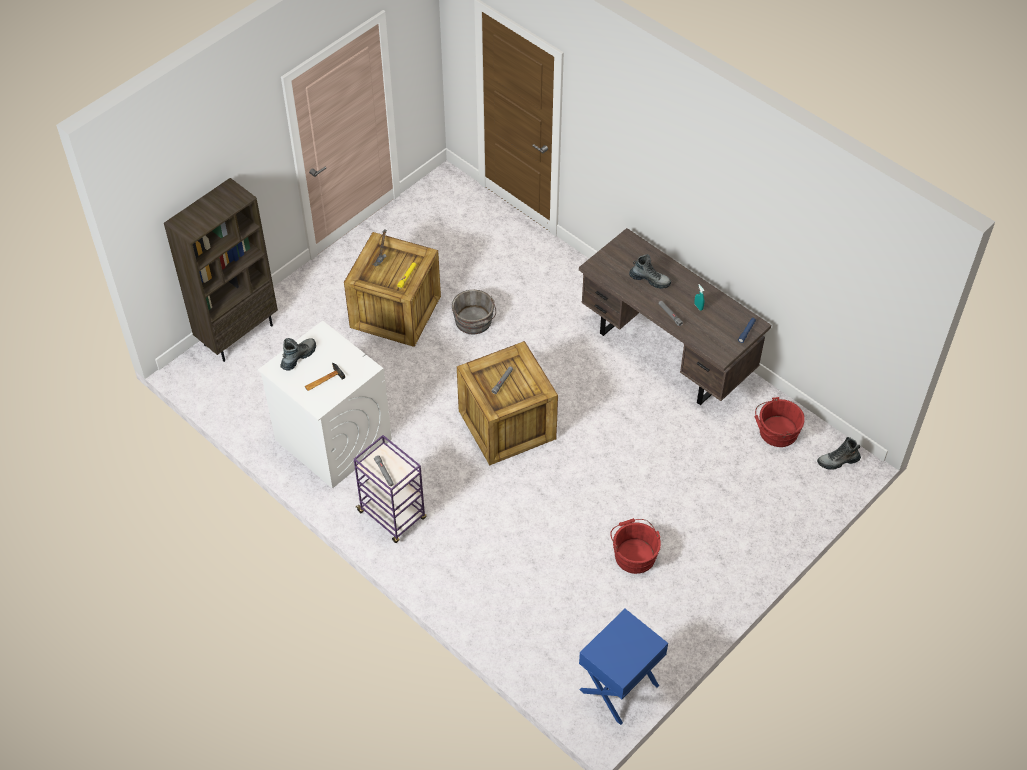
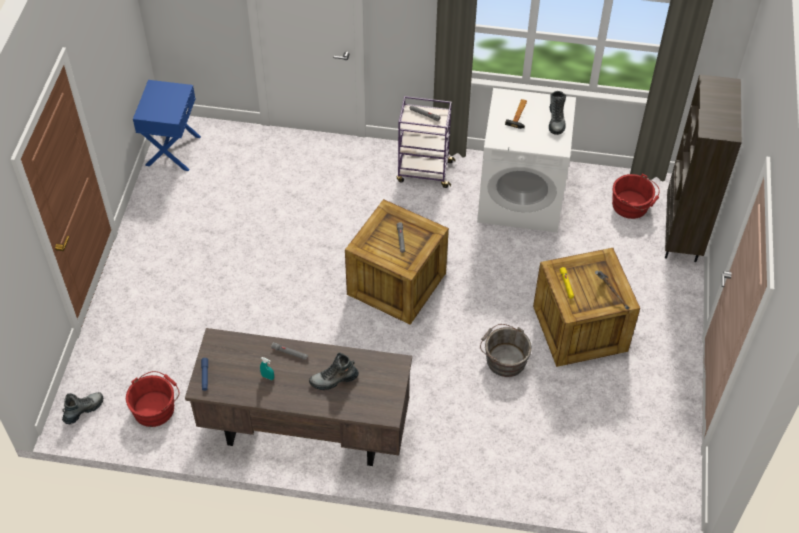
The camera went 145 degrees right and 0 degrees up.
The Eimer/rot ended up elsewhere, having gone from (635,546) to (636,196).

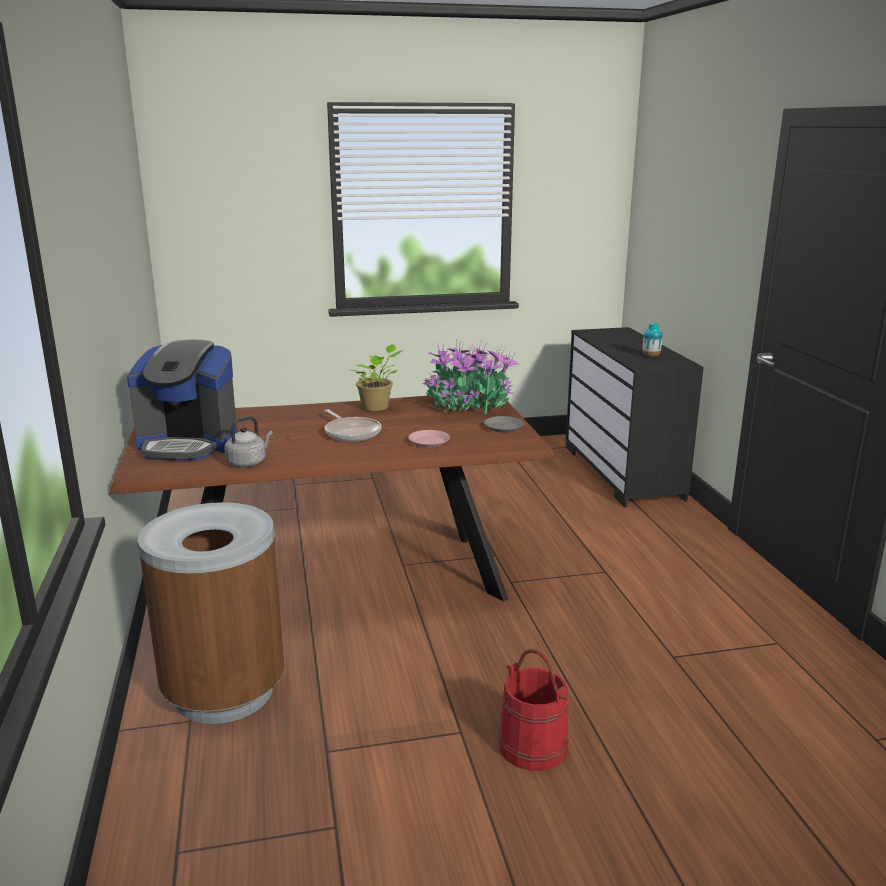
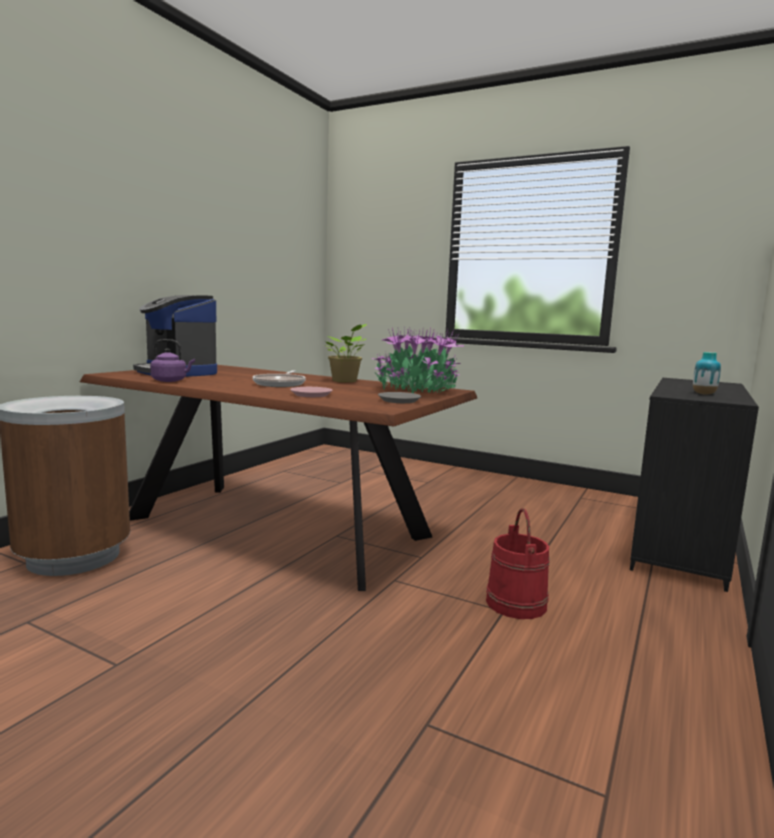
The camera went 40 degrees right and 10 degrees down.
What was the Wasserkessel/grau at (248,441) turned into the Wasserkessel/lila at (172,360).
The Eimer/rot ended up elsewhere, having gone from (534,710) to (518,563).

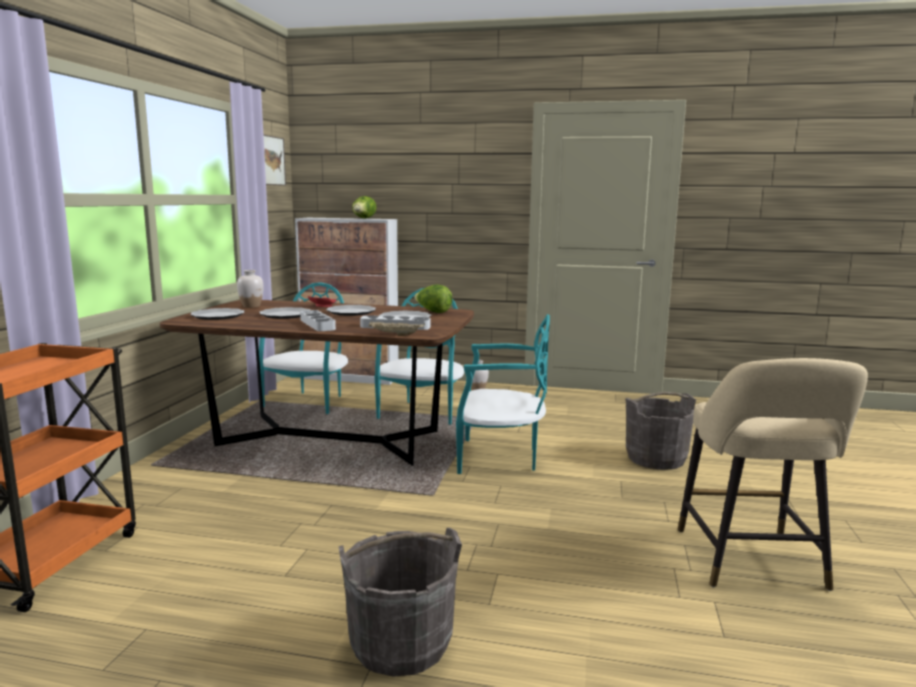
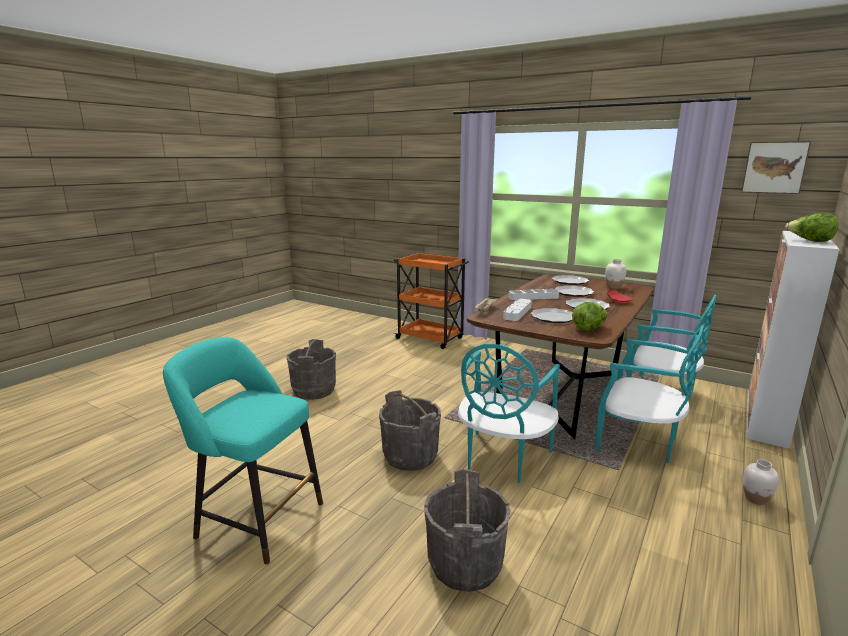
The camera went 110 degrees right and 5 degrees up.
What was the Hocker/beige at (773,474) turned into the Hocker/türkis at (243,451).
The second view gained the Eimer/grau at (410,430).

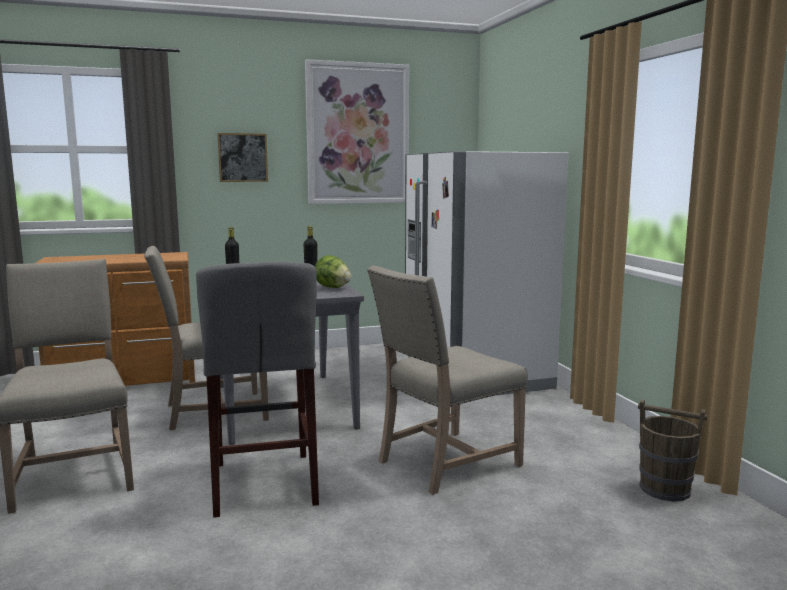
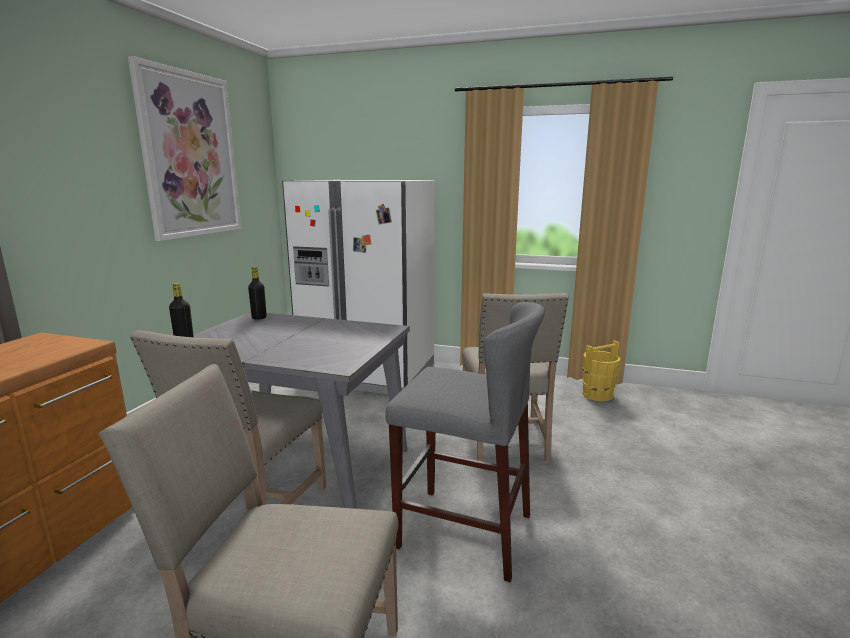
The camera went 55 degrees left and 5 degrees up.
The second view lost the Bild at (242,157).
The second view lost the Salatkopf at (333,271).
What was the Eimer/braun at (672,450) turned into the Eimer/gelb at (601,370).

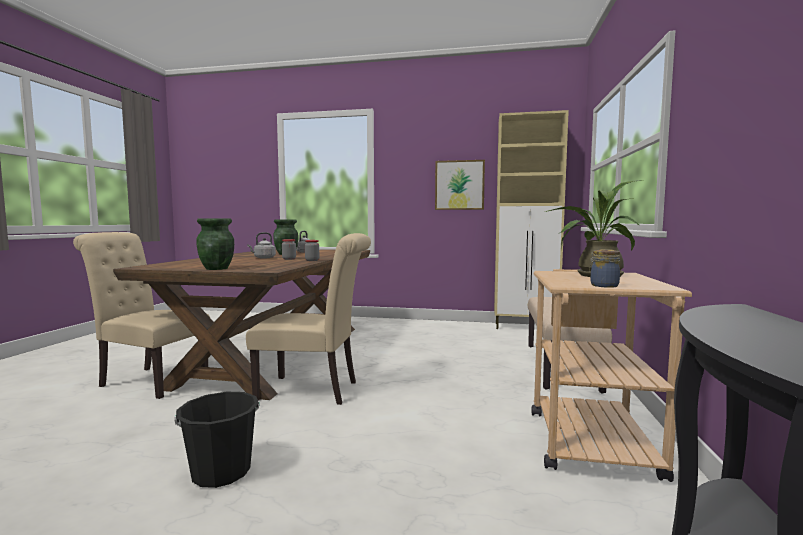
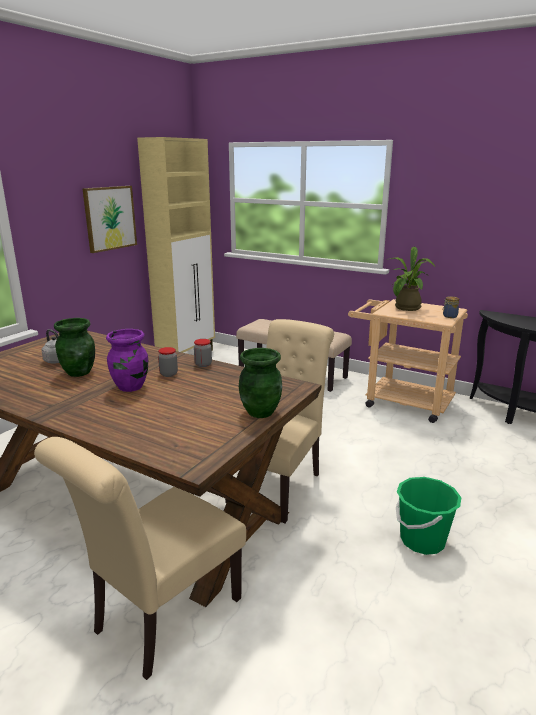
The camera went 70 degrees left and 15 degrees up.
What was the Eimer/schwarz at (217,440) turned into the Eimer/grün at (428,516).
Where the Wasserkessel/grau stood at (261,245), the Vase/lila came to stand at (127,360).

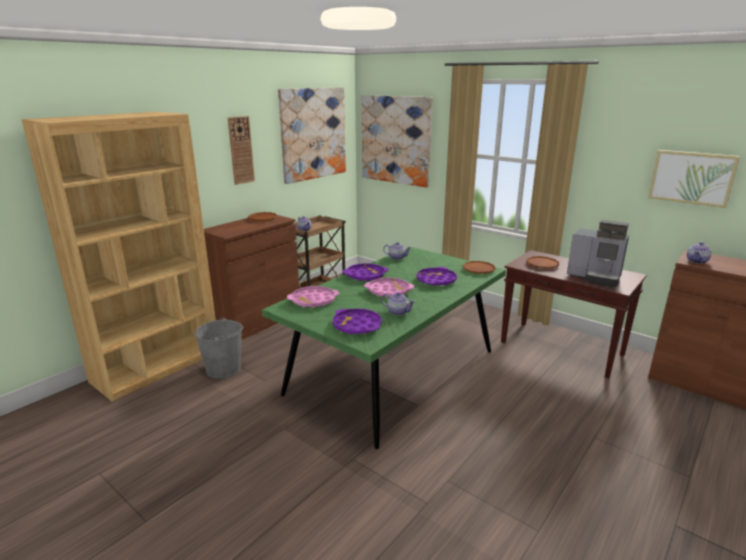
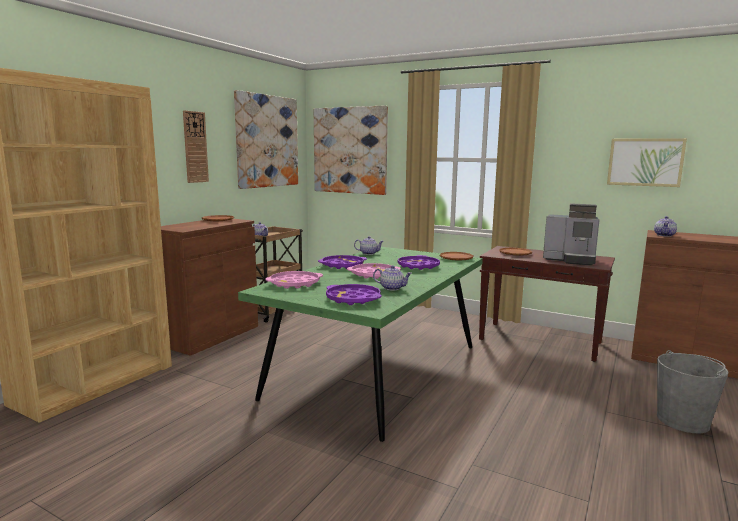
The camera went 10 degrees left and 10 degrees down.
The Eimer/grau ended up elsewhere, having gone from (219,348) to (693,391).

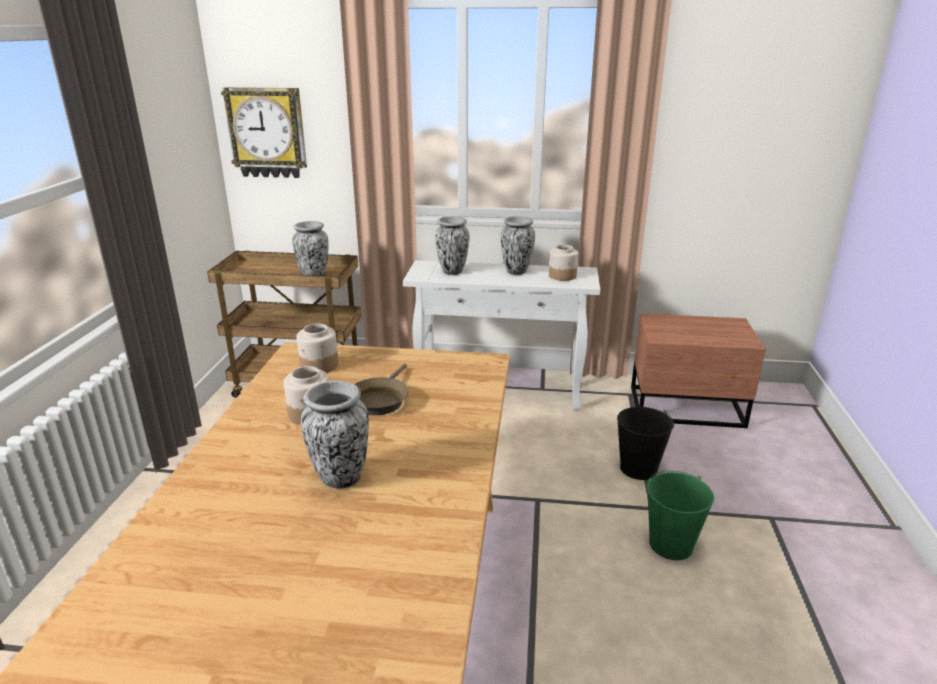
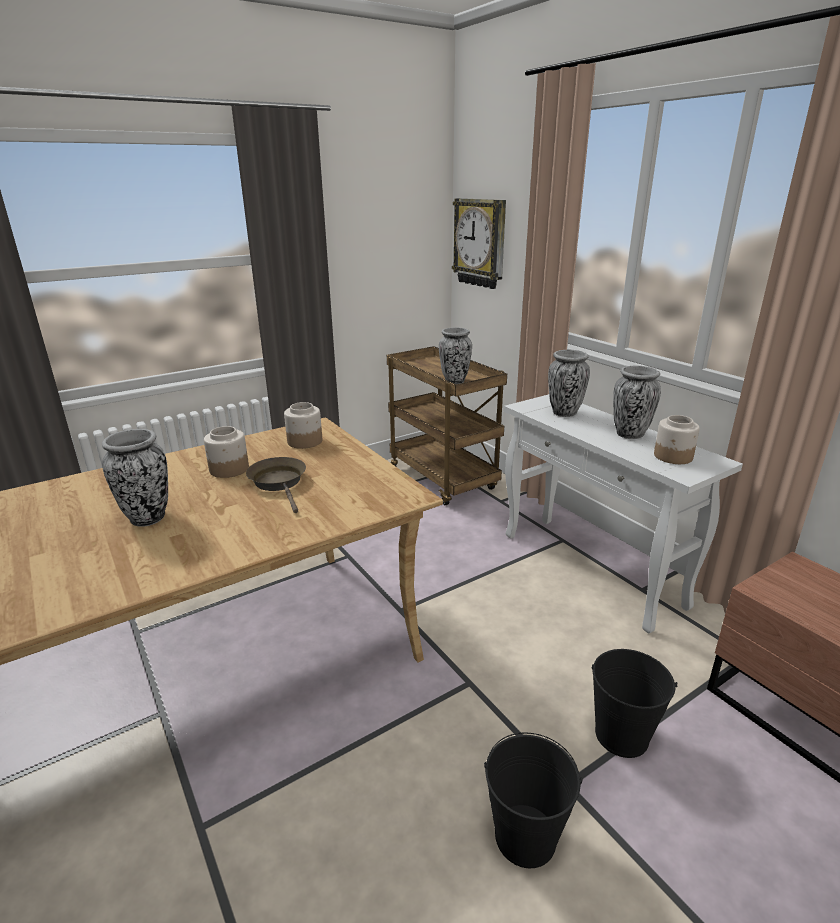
The camera went 50 degrees right and 0 degrees up.
The Pfanne/braun at (382,389) ended up facing another way, 90 degrees clockwise from before.
What was the Eimer/grün at (680,515) turned into the Eimer/schwarz at (533,800).

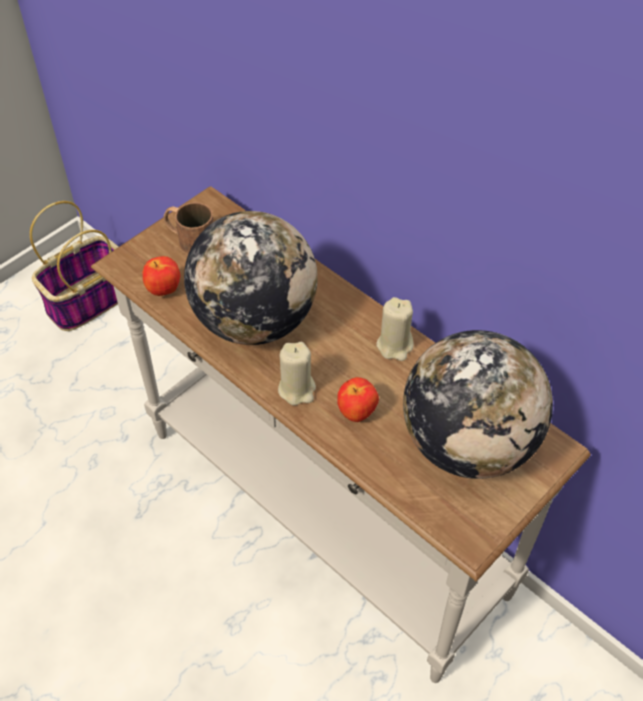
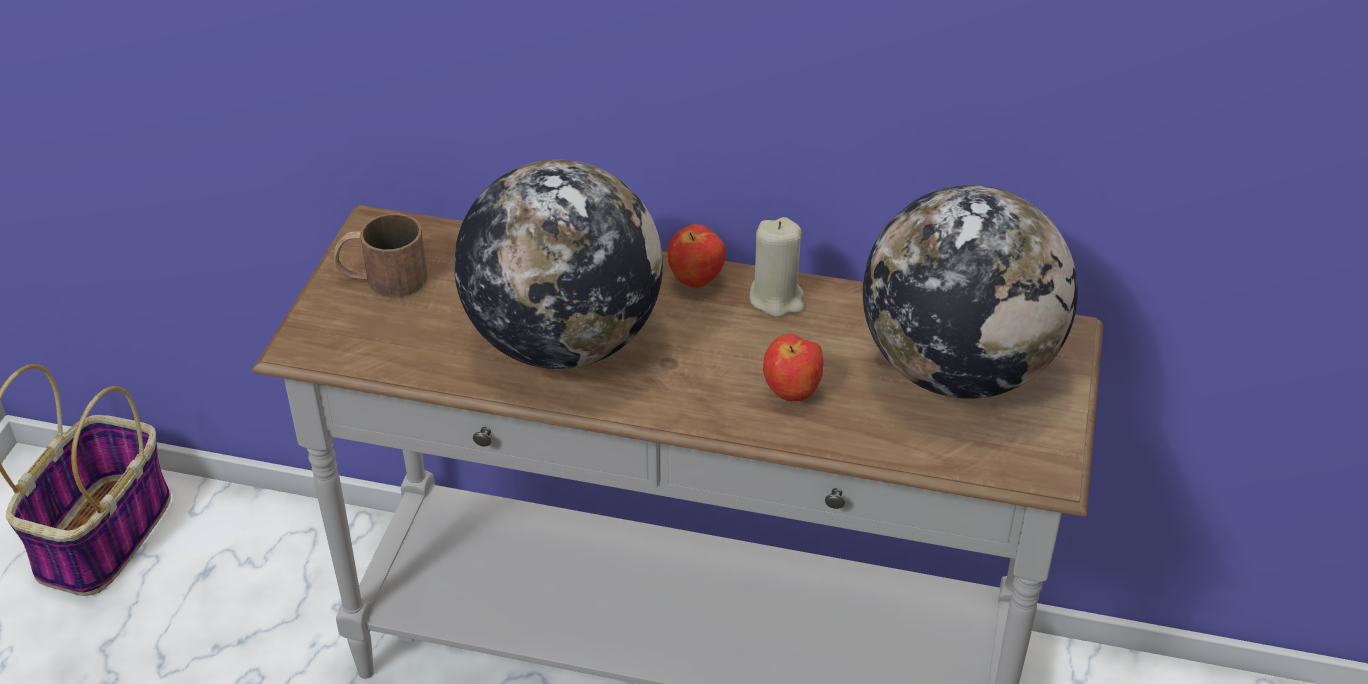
The camera went 30 degrees left and 10 degrees down.
The Apfel ended up elsewhere, having gone from (161,276) to (697,256).
The second view lost the Kerze/beige at (297,374).

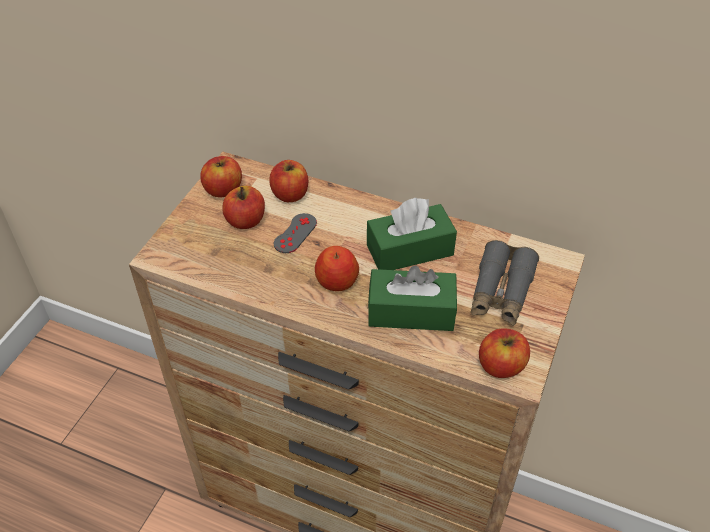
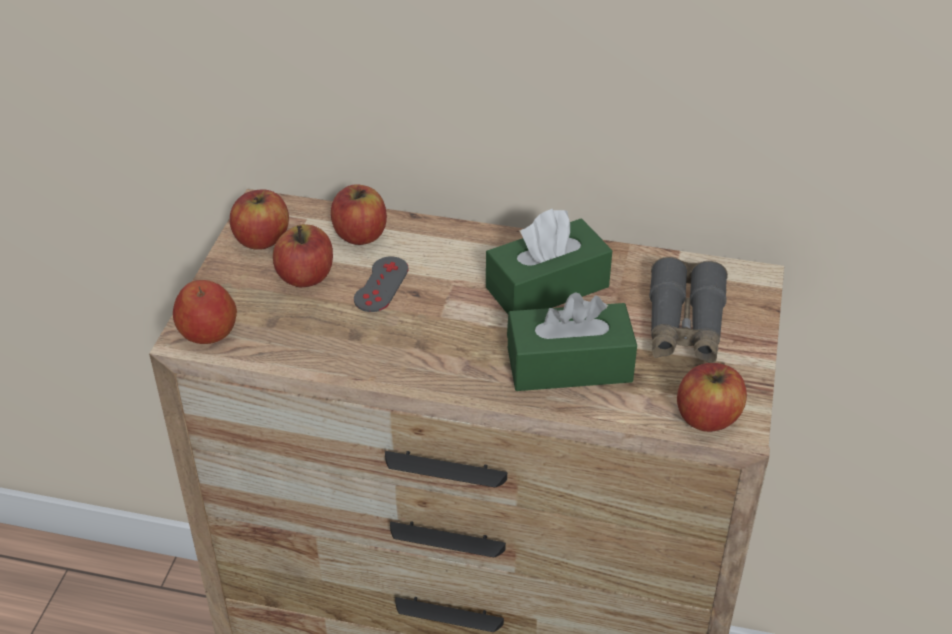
The camera went 10 degrees left and 5 degrees down.
The Apfel ended up elsewhere, having gone from (337,268) to (205,312).

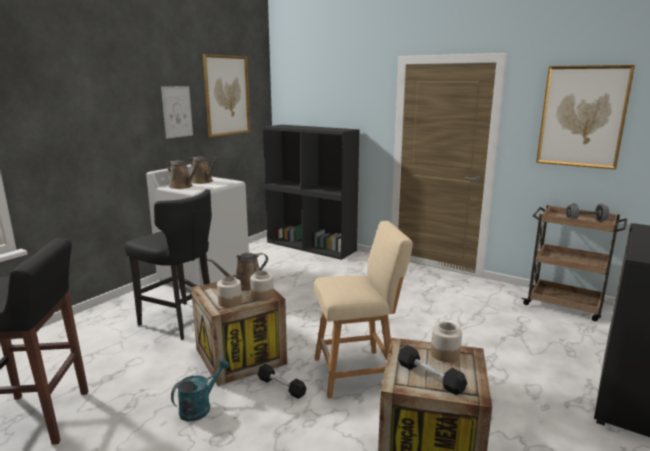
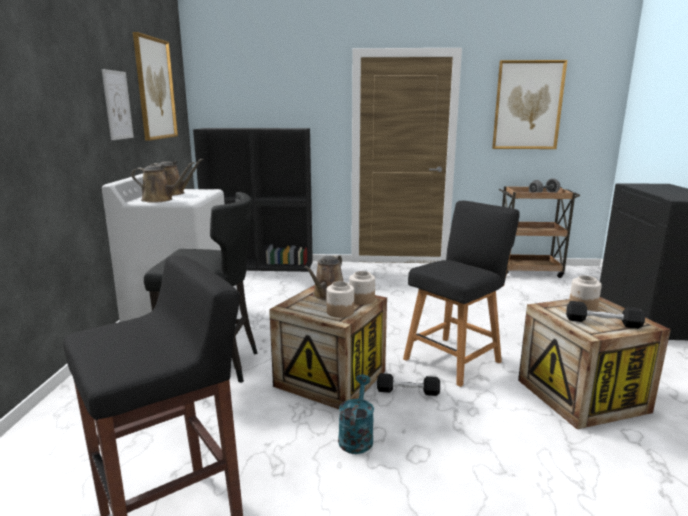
The camera went 30 degrees left and 0 degrees up.
What was the Hocker/beige at (363,310) turned into the Hocker/schwarz at (461,294).

